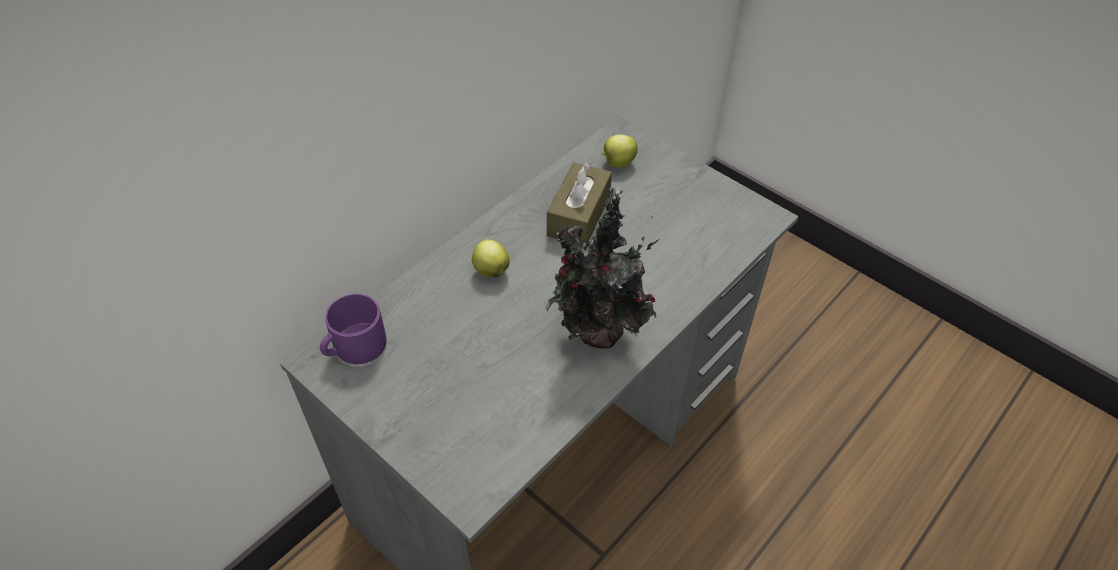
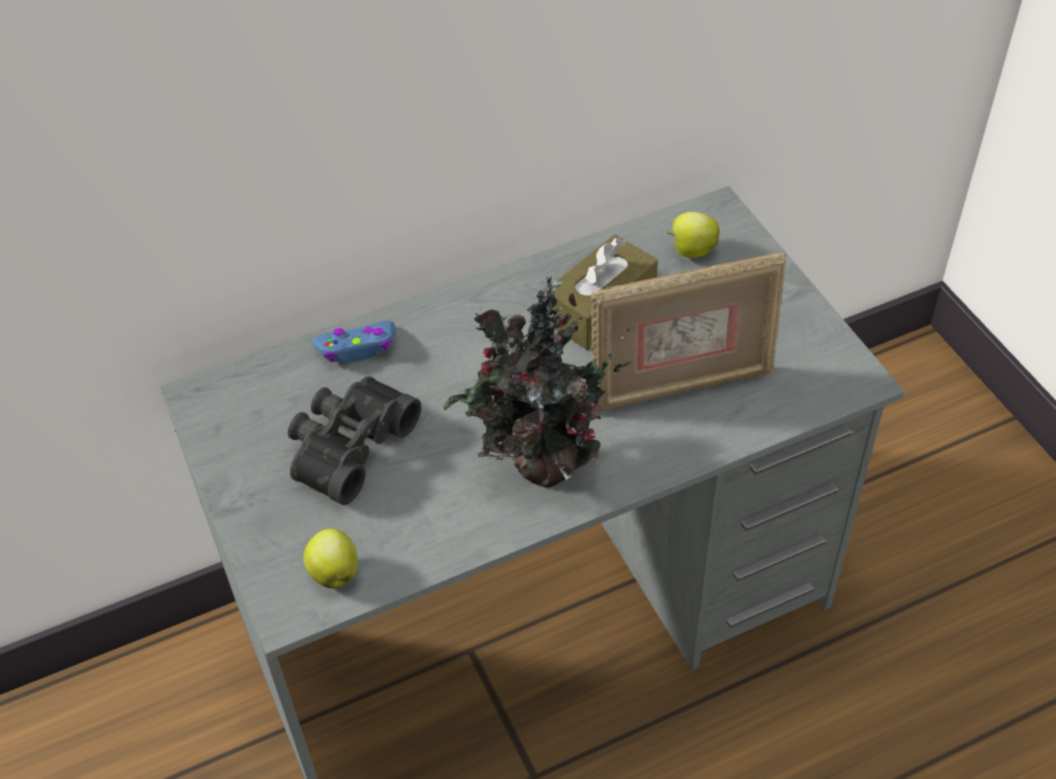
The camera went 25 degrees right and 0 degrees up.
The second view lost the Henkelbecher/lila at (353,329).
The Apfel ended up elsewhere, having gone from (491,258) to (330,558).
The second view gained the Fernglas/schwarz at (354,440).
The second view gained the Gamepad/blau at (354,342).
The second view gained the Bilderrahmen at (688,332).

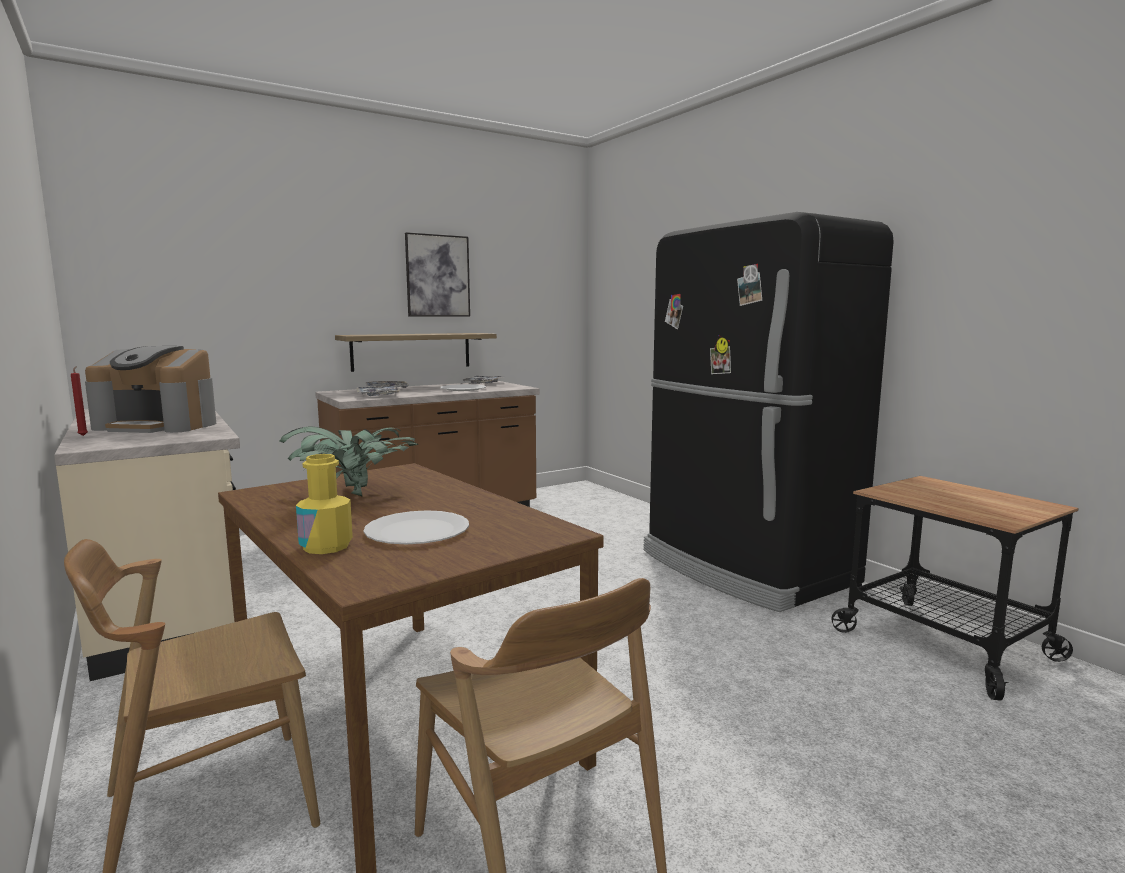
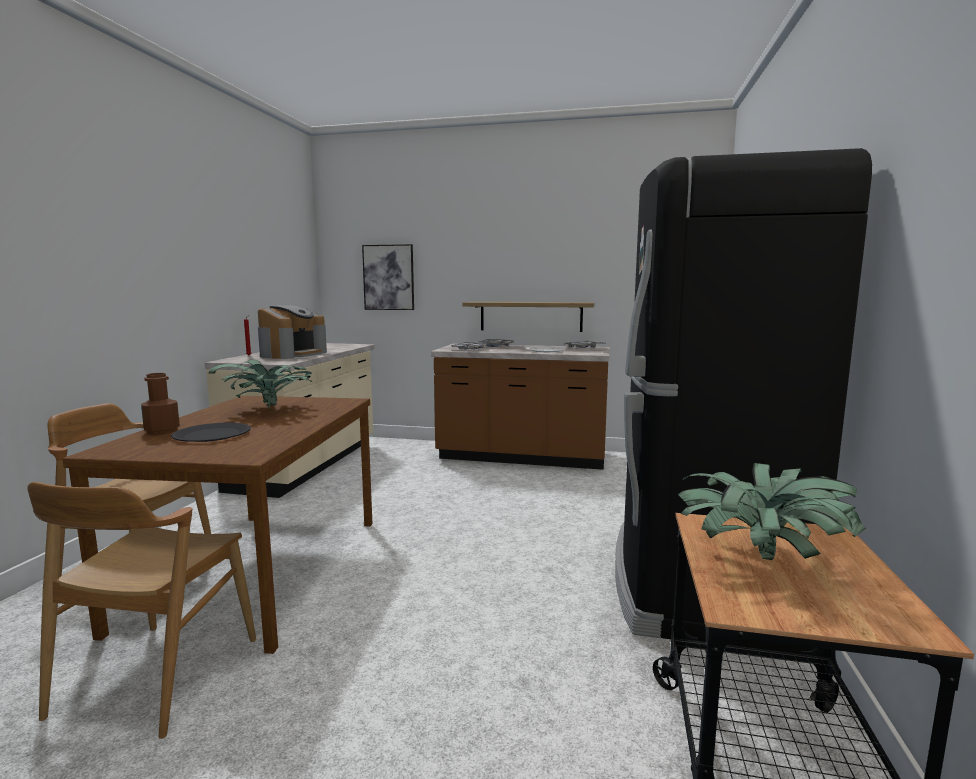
The camera went 45 degrees right and 0 degrees up.
The Kaffeemaschine at (150,389) ended up facing another way, 120 degrees counterclockwise from before.
What was the Flasche/gelb at (324,504) turned into the Flasche/braun at (160,404).
What was the Teller/weiß at (416,527) turned into the Teller/schwarz at (211,432).
The Bild ended up elsewhere, having gone from (437,274) to (388,277).
The second view gained the Topfpflanze at (772,511).

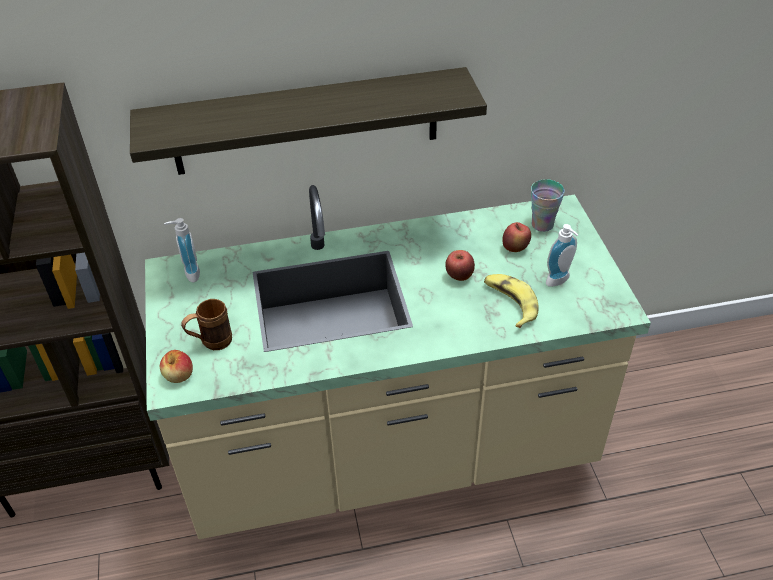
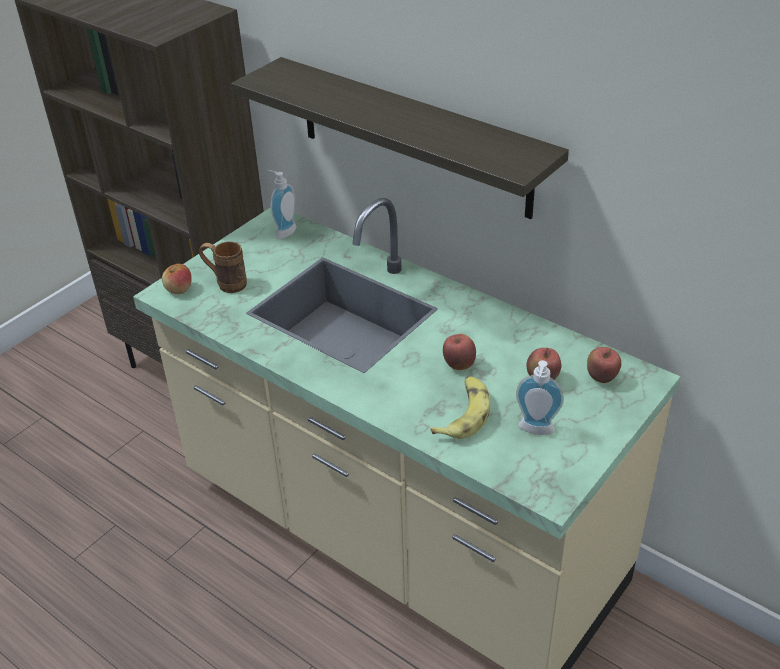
The camera went 50 degrees right and 5 degrees down.
Where the Tasse stood at (548,205), the Apfel came to stand at (604,365).

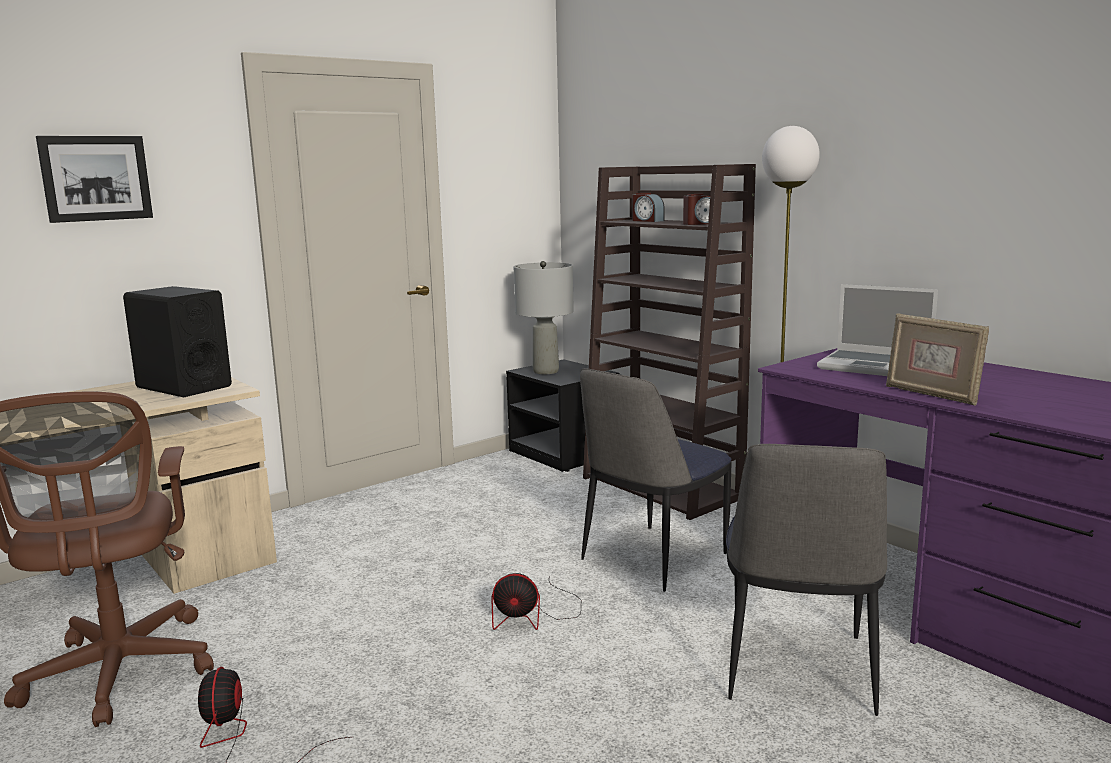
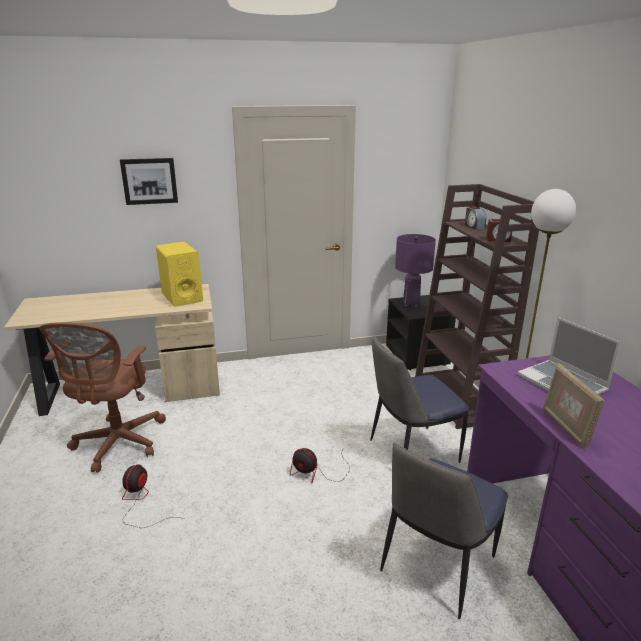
The camera went 25 degrees right and 10 degrees up.
What was the Lautsprecher/schwarz at (177,341) turned into the Lautsprecher/gelb at (179,274).
What was the Tischlampe/grau at (544,317) turned into the Tischlampe/lila at (415,270).

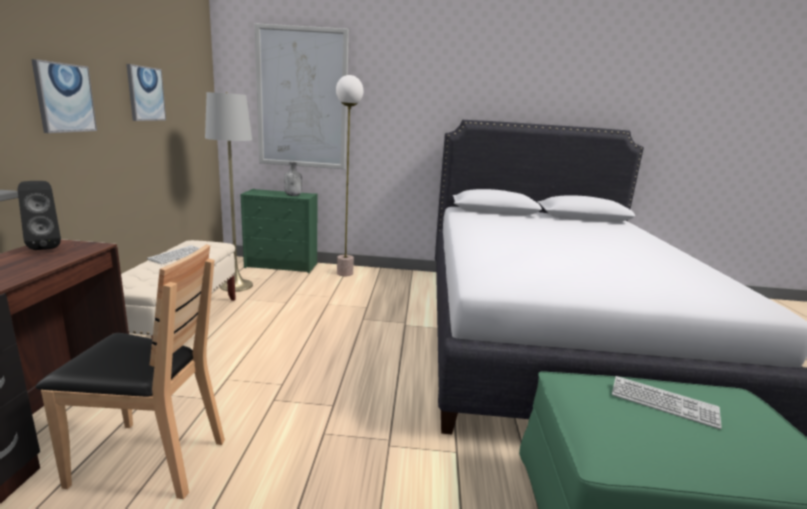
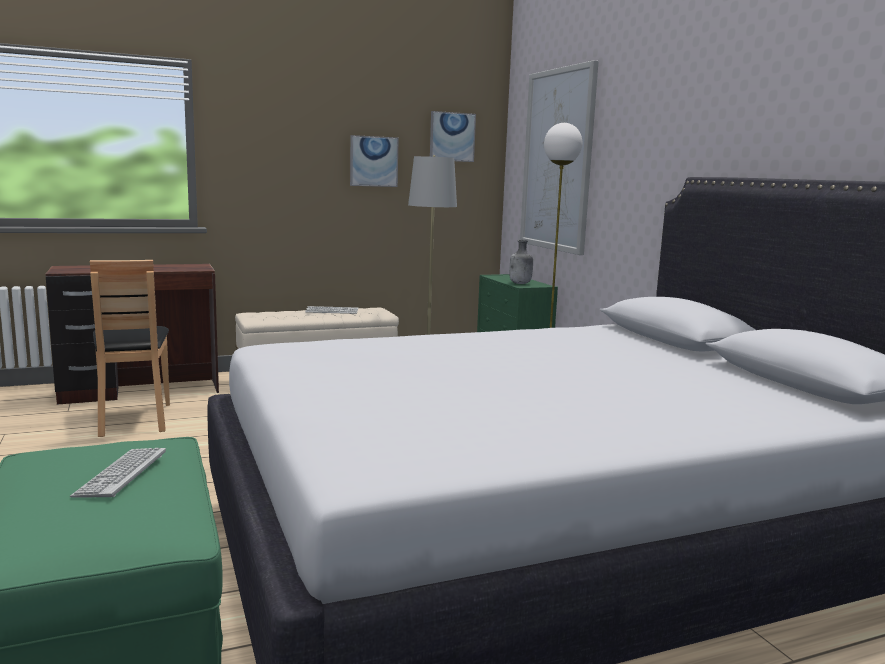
The camera went 65 degrees right and 5 degrees down.
The second view lost the Lautsprecher/schwarz at (39,215).
The Bild ended up elsewhere, having gone from (64,96) to (453,136).

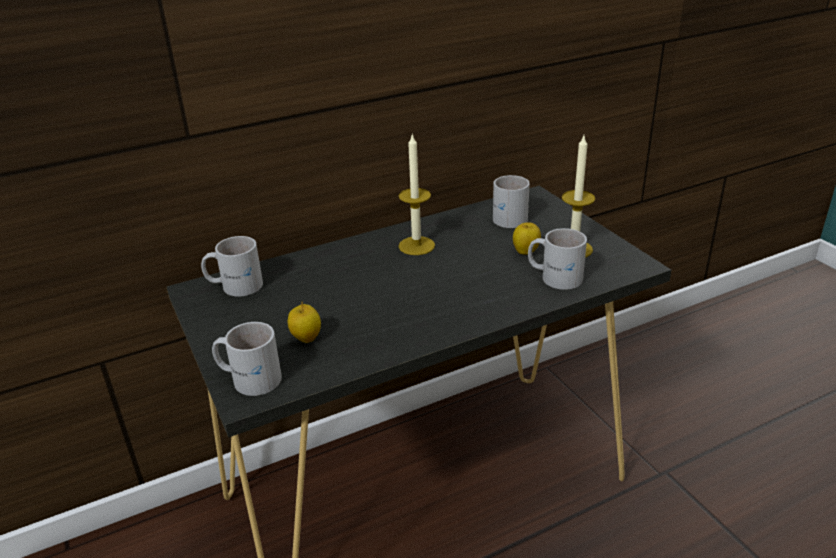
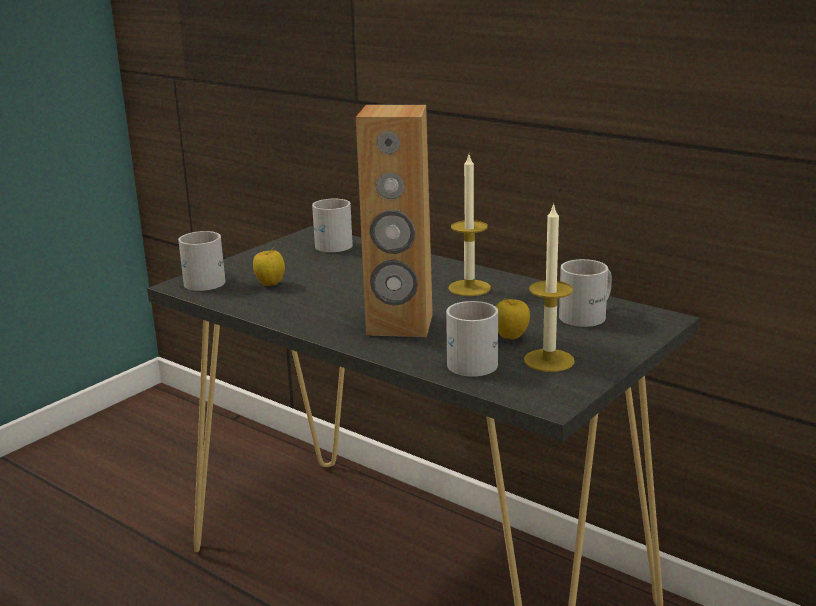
The camera went 65 degrees right and 10 degrees down.
The second view gained the Lautsprecher/braun at (394,221).

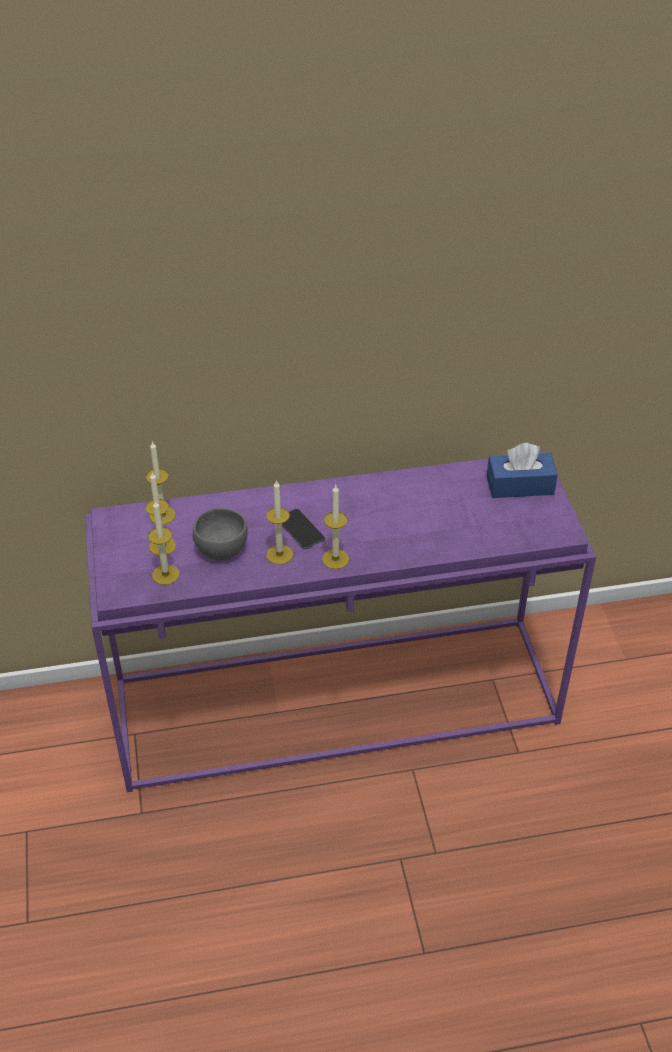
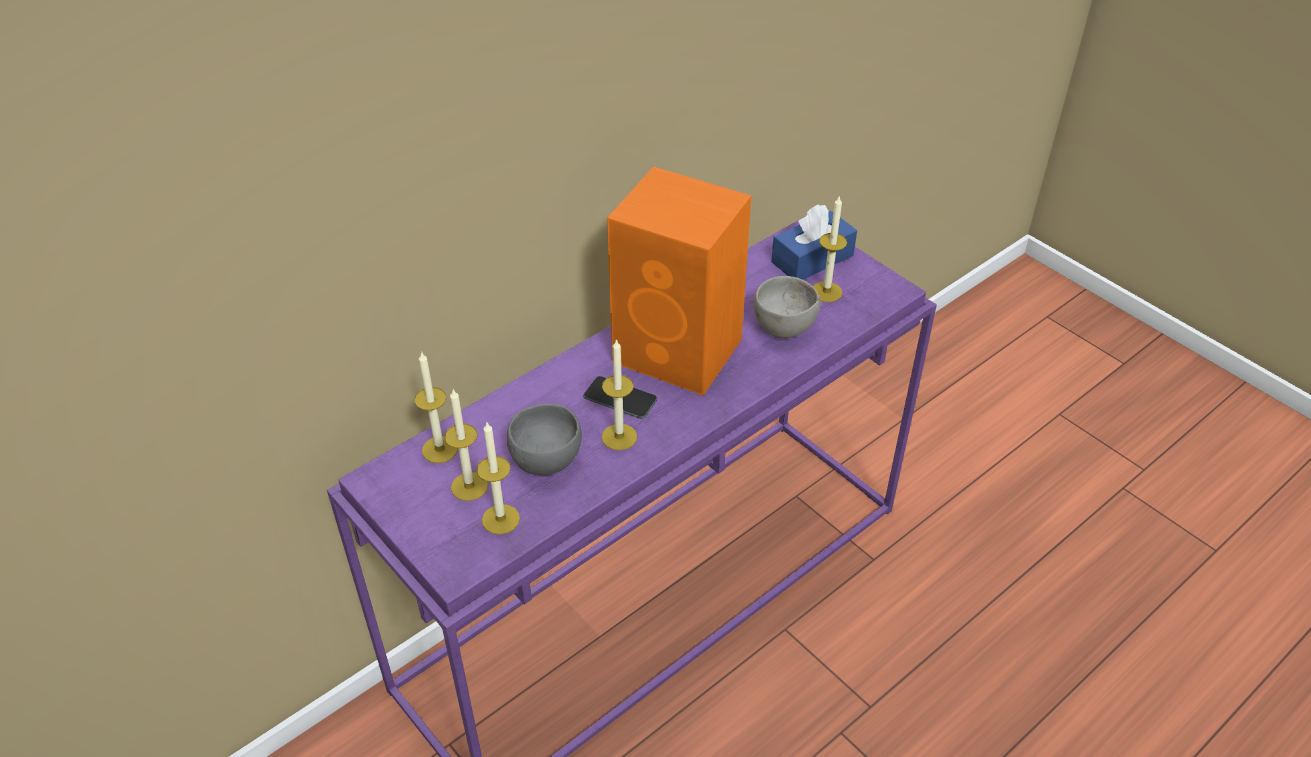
The camera went 30 degrees left and 0 degrees up.
The Kerze ended up elsewhere, having gone from (335,527) to (830,248).
The second view gained the Lautsprecher/orange at (679,281).
The second view gained the Schüssel/grau at (786,307).

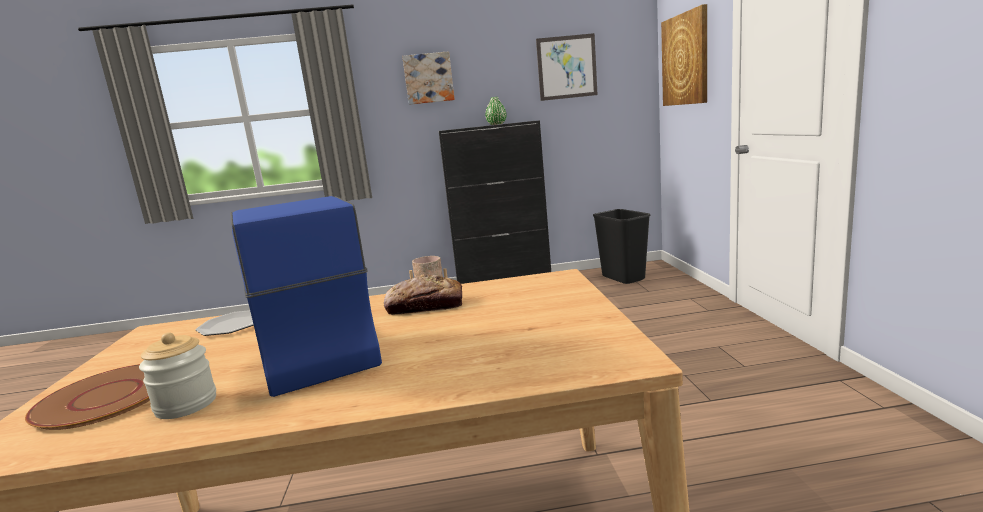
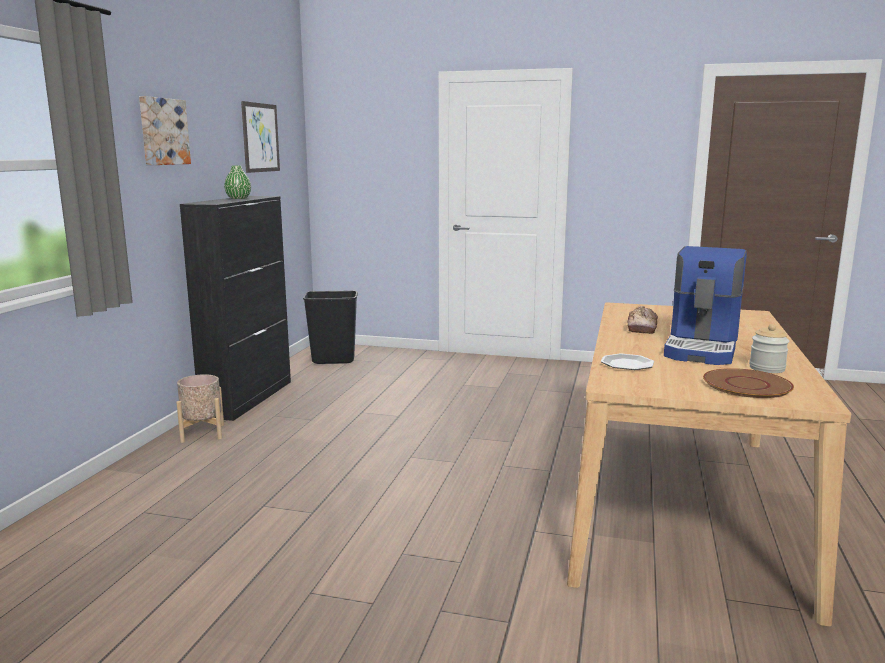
The camera went 70 degrees left and 0 degrees up.
The Kaffeemaschine at (306,296) ended up facing another way, 60 degrees counterclockwise from before.
The second view lost the Bild at (684,55).

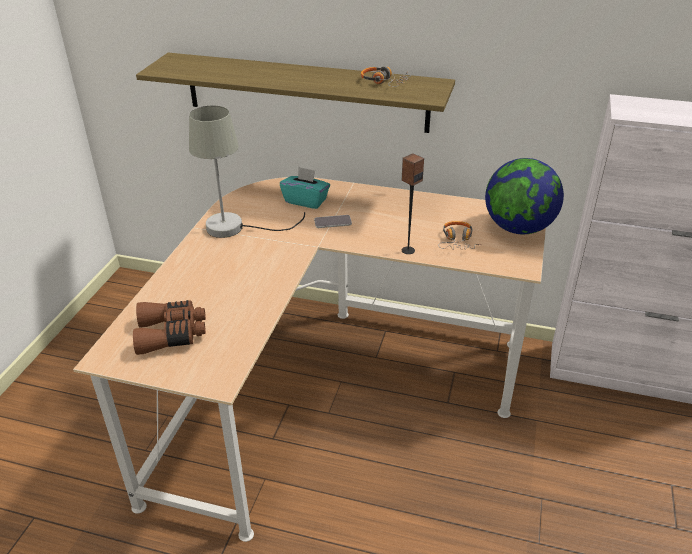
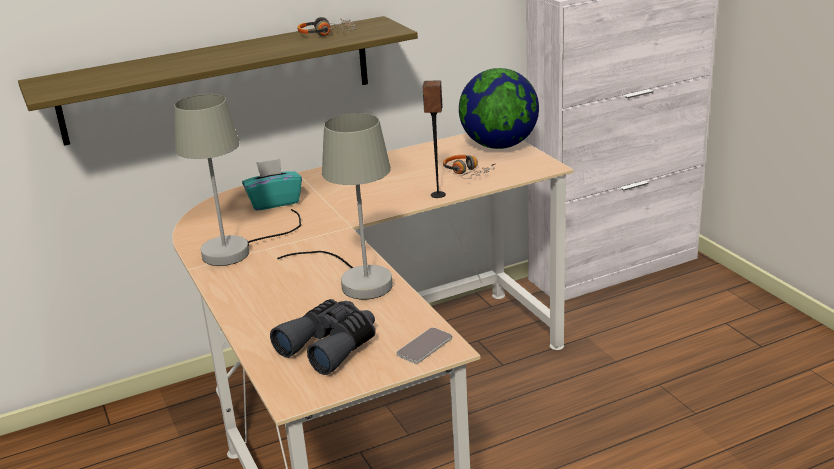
The camera went 40 degrees left and 10 degrees down.
What was the Fernglas/braun at (169,327) turned into the Fernglas/grau at (323,337).
The Handy ended up elsewhere, having gone from (333,221) to (424,345).
The second view gained the Tischlampe/grau at (335,206).

